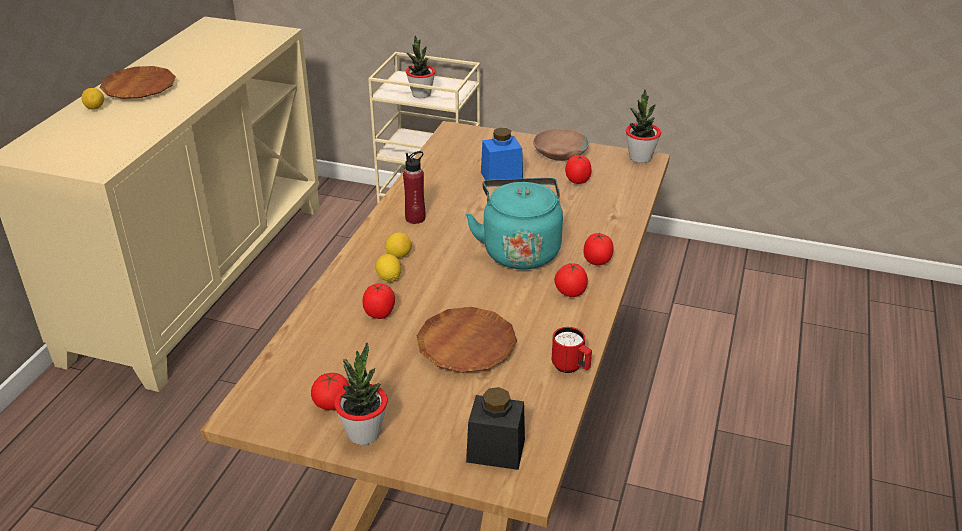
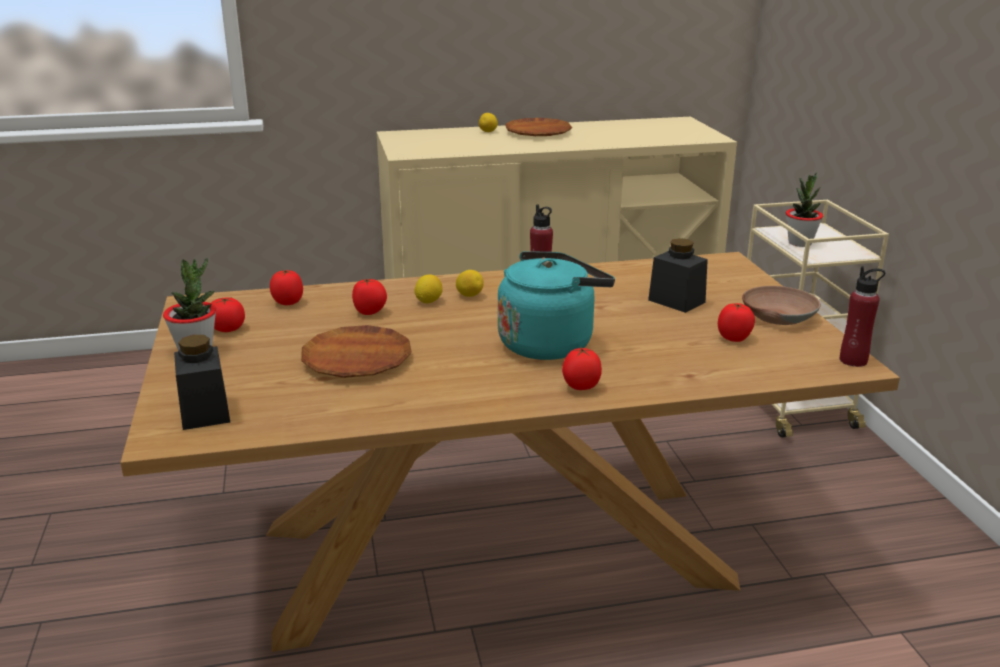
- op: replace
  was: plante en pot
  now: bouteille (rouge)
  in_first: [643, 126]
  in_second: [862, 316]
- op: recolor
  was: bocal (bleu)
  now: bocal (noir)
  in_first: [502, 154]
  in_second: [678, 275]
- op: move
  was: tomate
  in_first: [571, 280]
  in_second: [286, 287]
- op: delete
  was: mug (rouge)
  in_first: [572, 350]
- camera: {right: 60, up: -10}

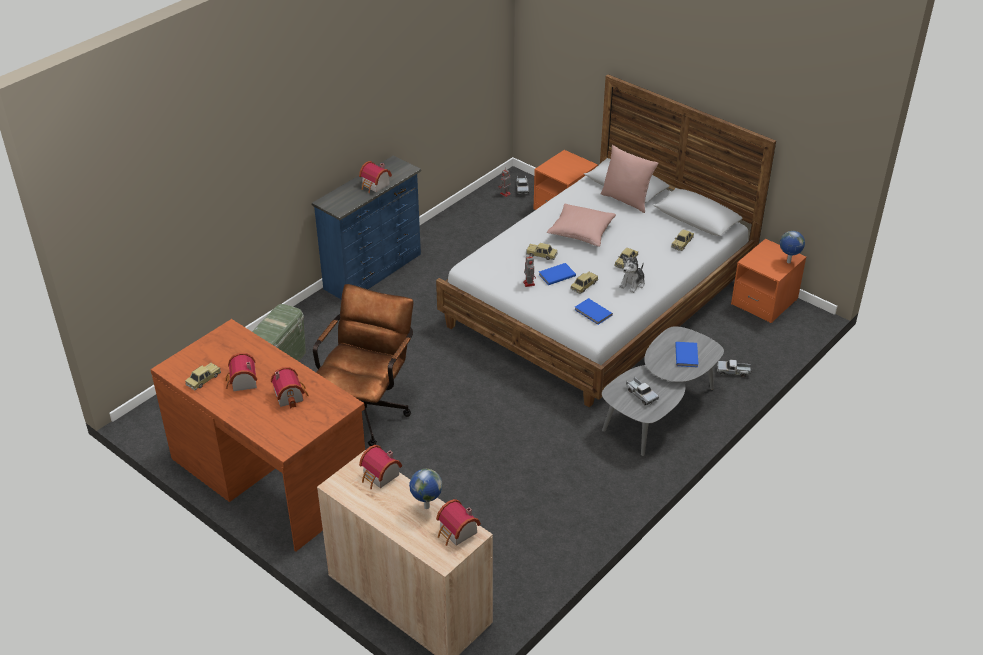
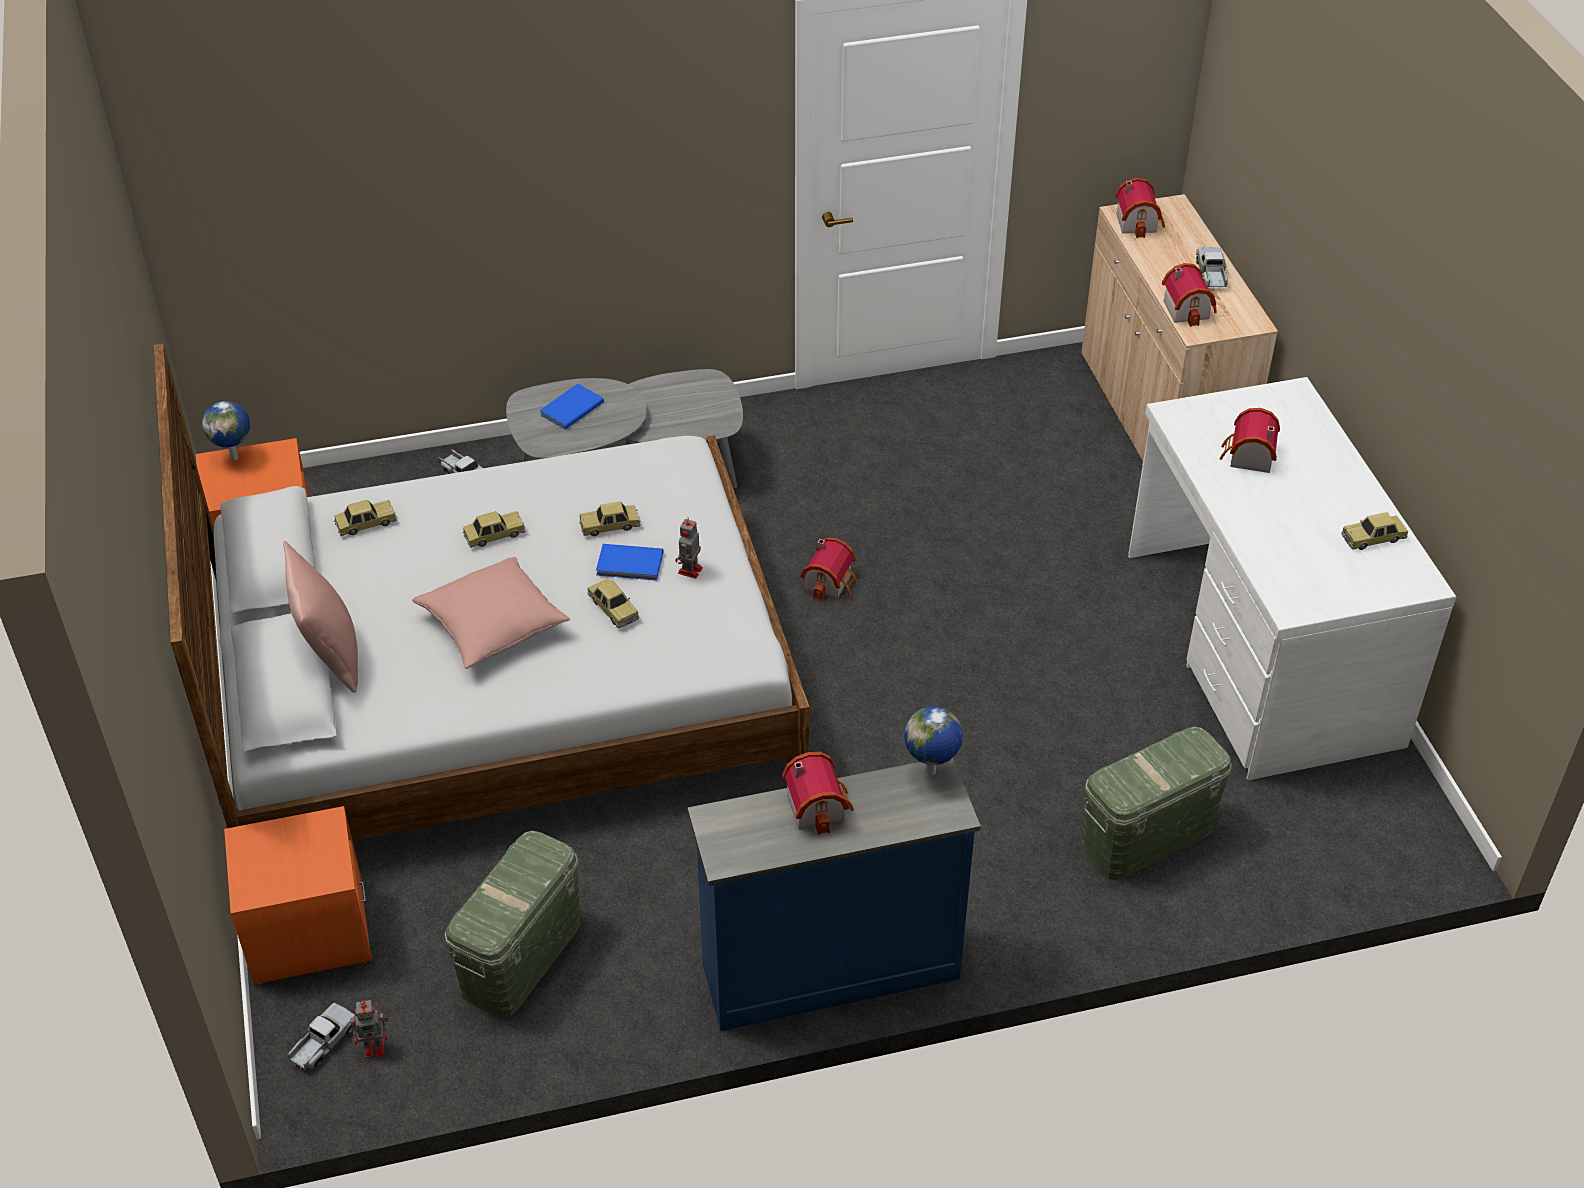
- op: delete
  was: peluche
  in_first: [632, 274]
- op: delete
  was: chaise de bureau (marron)
  in_first: [363, 365]
- op: delete
  was: livre (bleu)
  in_first: [594, 311]
- op: recolor
  was: bureau (marron)
  now: bureau (blanc)
  in_first: [258, 435]
  in_second: [1292, 578]
- op: move
  was: maison miniature
  in_first: [241, 372]
  in_second: [829, 569]
- op: move
  was: camion jouet
  in_first: [642, 391]
  in_second: [1212, 268]
- op: move
  was: globe
  in_first: [426, 489]
  in_second: [933, 741]
- op: insert
  now: boîte de rangement (vert)
  in_second: [512, 924]
- camera: {right: -145, up: 5}

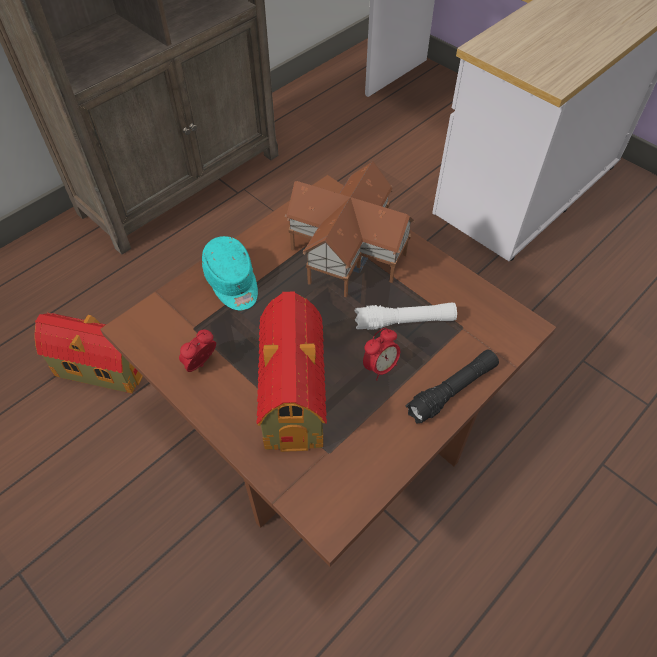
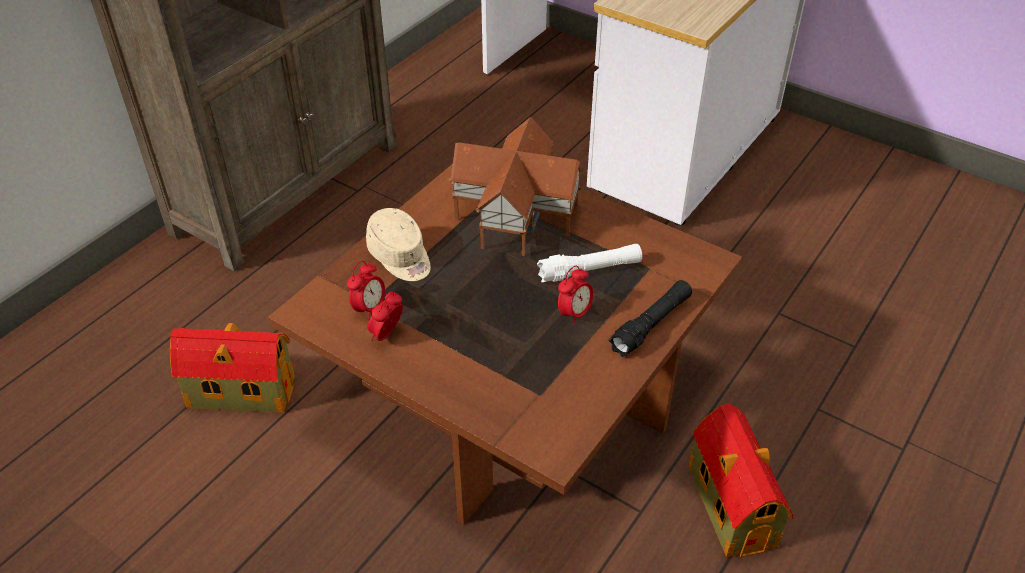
- op: recolor
  was: casquette (turquoise)
  now: casquette (beige)
  in_first: [230, 273]
  in_second: [398, 244]
- op: move
  was: maison miniature
  in_first: [291, 371]
  in_second: [740, 480]
- op: insert
  now: réveil
  in_second: [366, 290]
- camera: {right: -10, up: -10}

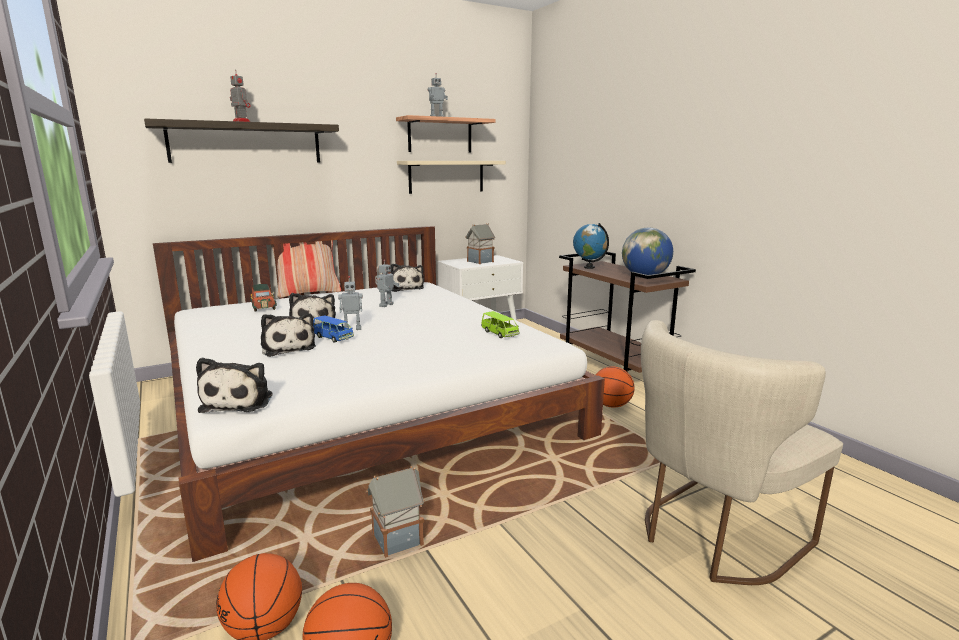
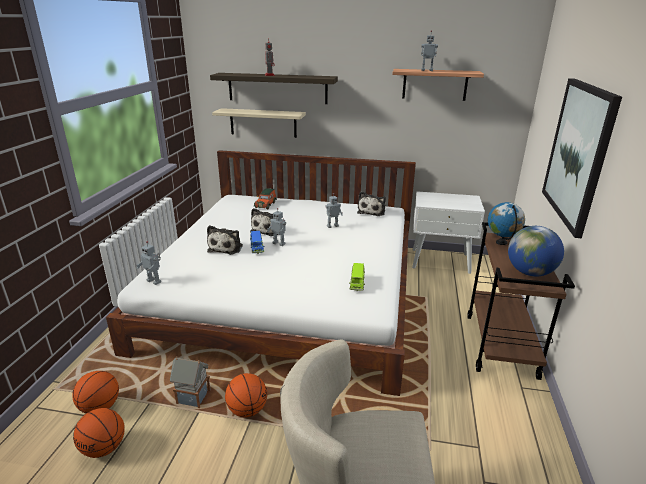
- op: move
  was: étagère (beige)
  in_first: [451, 177]
  in_second: [259, 123]
- op: delete
  was: maison miniature
  in_first: [480, 243]
- op: delete
  was: coussin
  in_first: [306, 269]
- op: replace
  was: peluche
  now: robot jouet
  in_first: [234, 385]
  in_second: [148, 263]
- op: move
  was: ballon de basket
  in_first: [615, 387]
  in_second: [246, 395]
- op: insert
  now: tableau
  in_second: [582, 158]
- camera: {right: 40, up: 10}

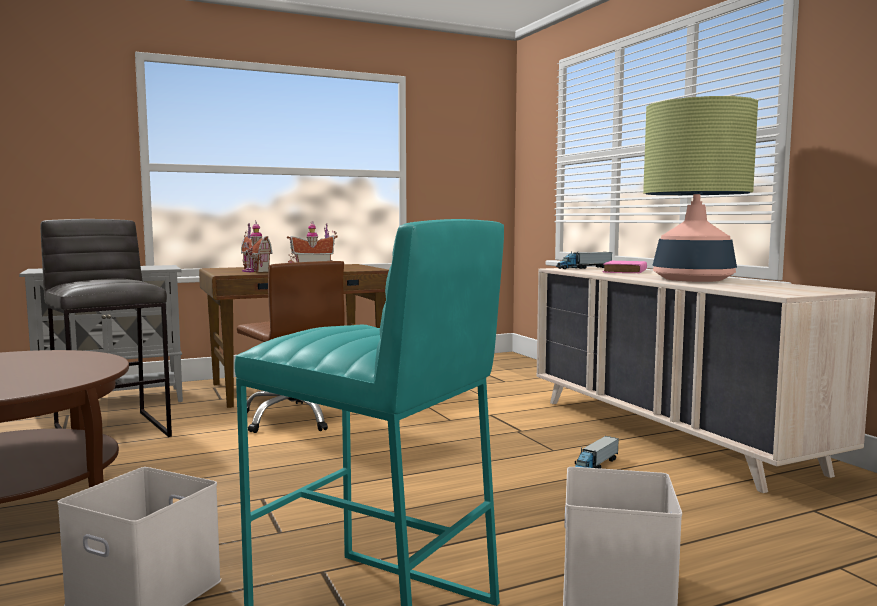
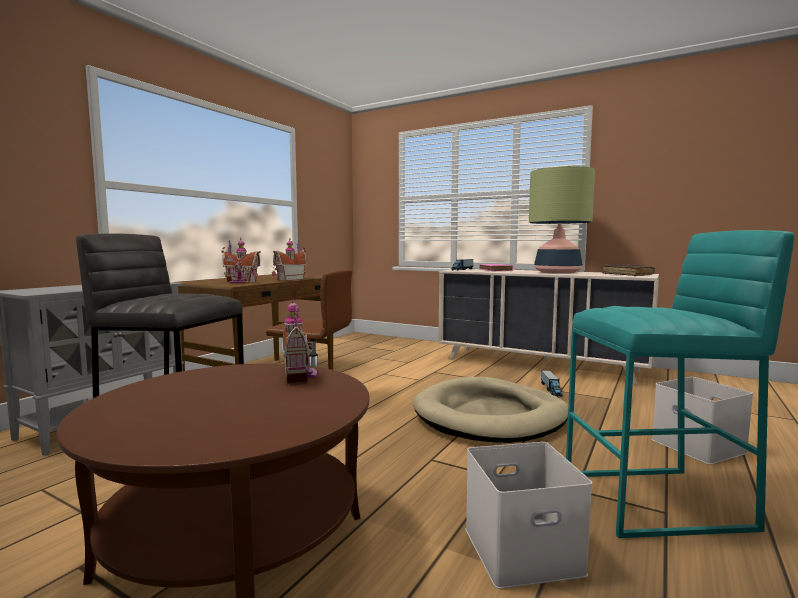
- op: insert
  now: livre (marron)
  in_second: [628, 270]
- op: insert
  now: maison miniature
  in_second: [299, 341]
- op: insert
  now: panier pour chien (beige)
  in_second: [490, 410]
- camera: {right: -35, up: 0}

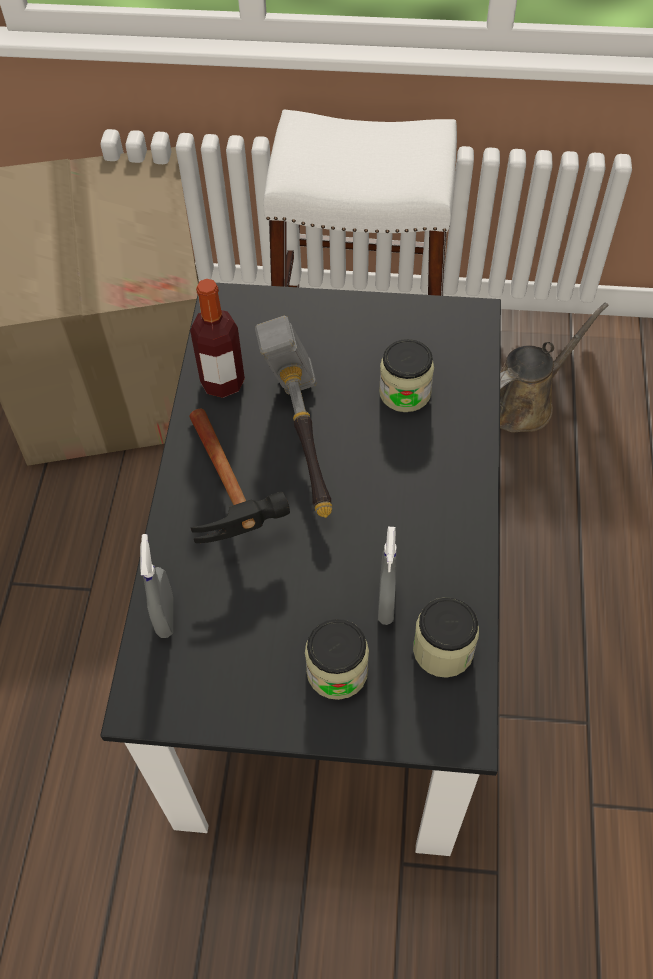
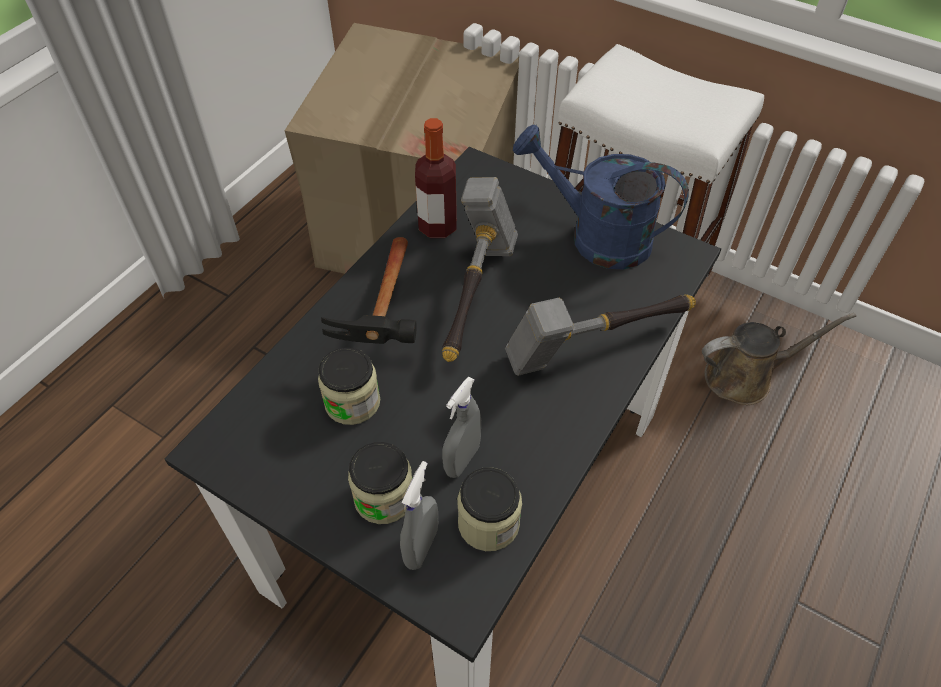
- op: move
  was: bocal
  in_first: [406, 375]
  in_second: [349, 386]
- op: move
  was: vaporisateur (gris)
  in_first: [156, 586]
  in_second: [419, 515]
- op: insert
  now: arrosoir (bleu)
  in_second: [601, 197]
- op: insert
  now: marteau
  in_second: [600, 335]
- camera: {right: 25, up: -5}

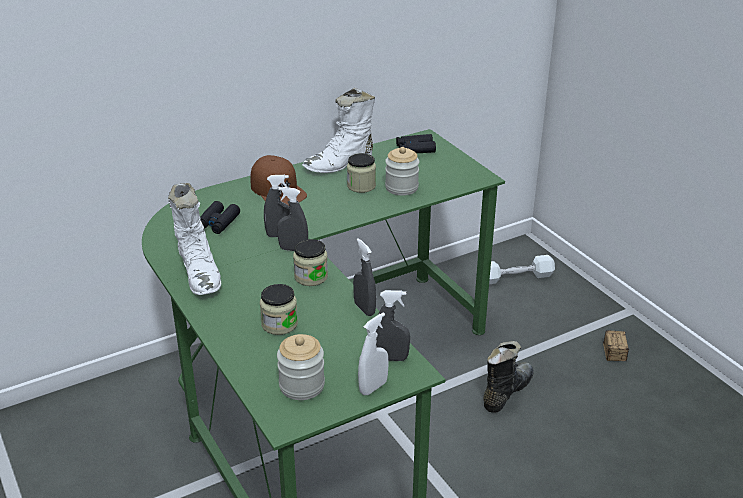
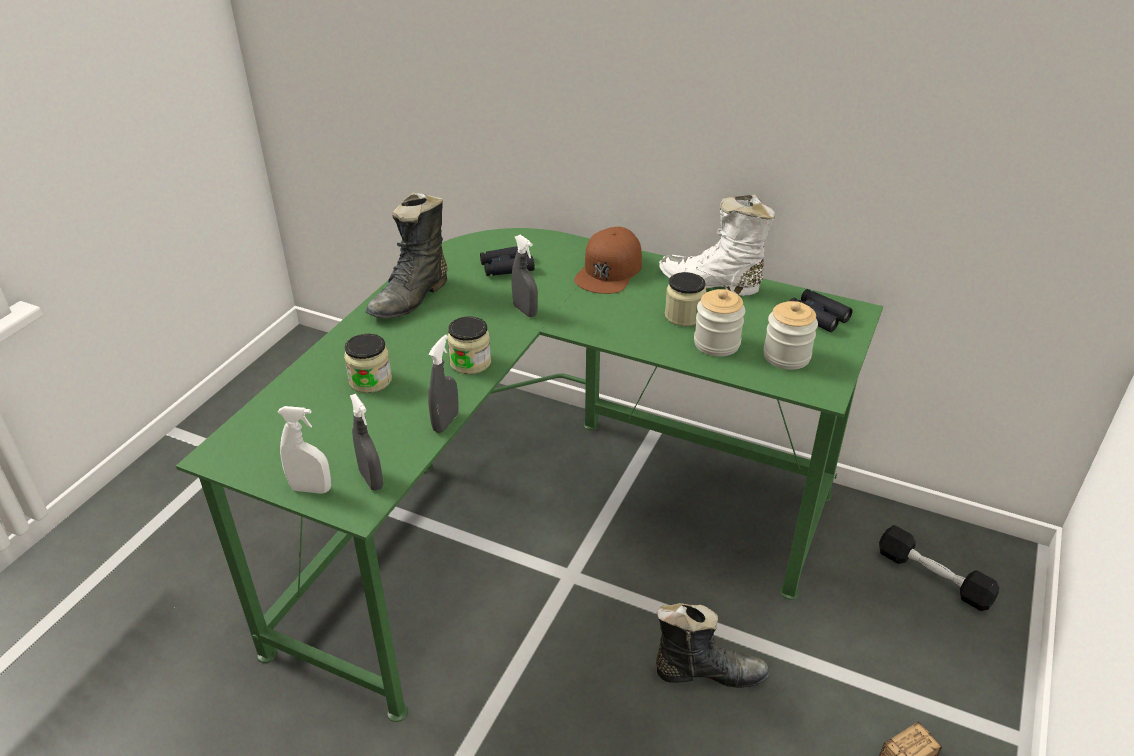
- op: recolor
  was: botte (blanc)
  now: botte (noir)
  in_first: [194, 239]
  in_second: [406, 255]
- op: delete
  was: vaporisateur (gris)
  in_first: [292, 219]
- op: recolor
  was: haltère (blanc)
  now: haltère (noir)
  in_first: [522, 269]
  in_second: [939, 568]
- op: move
  was: bocal
  in_first: [301, 367]
  in_second: [790, 335]
- camera: {right: 55, up: 5}

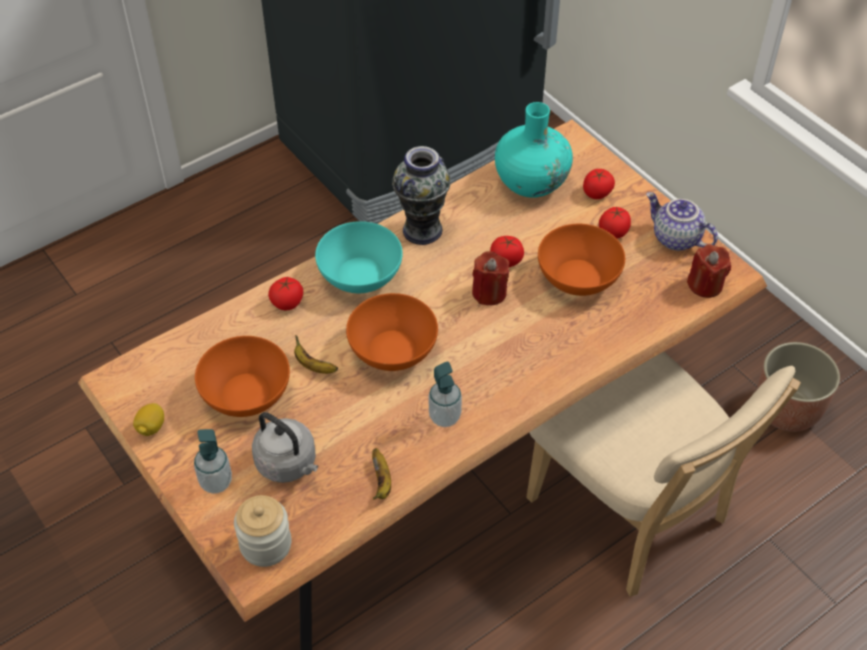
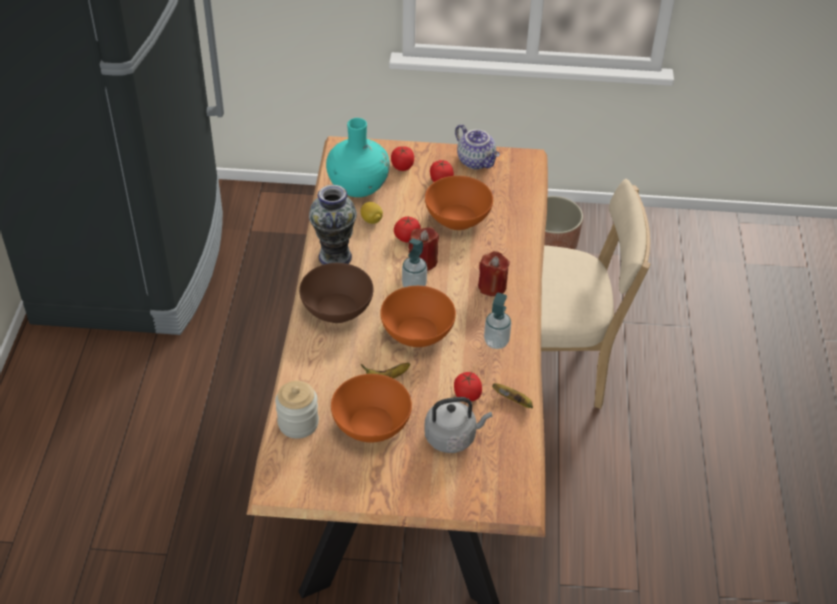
- op: rotate
  was: théière
  in_first: [682, 221]
  in_second: [477, 146]
  clockwise: -120
- op: recolor
  was: bol (turquoise)
  now: bol (marron)
  in_first: [359, 257]
  in_second: [336, 293]
- op: move
  was: bougie (rouge)
  in_first: [709, 271]
  in_second: [494, 273]
- op: move
  was: tomate
  in_first: [285, 293]
  in_second: [468, 386]
- op: move
  was: citron
  in_first: [148, 419]
  in_second: [372, 213]
- op: move
  was: distributeur de savon
  in_first: [213, 461]
  in_second: [414, 262]
- op: move
  was: bocal
  in_first: [263, 531]
  in_second: [297, 410]
- camera: {right: -50, up: -5}

